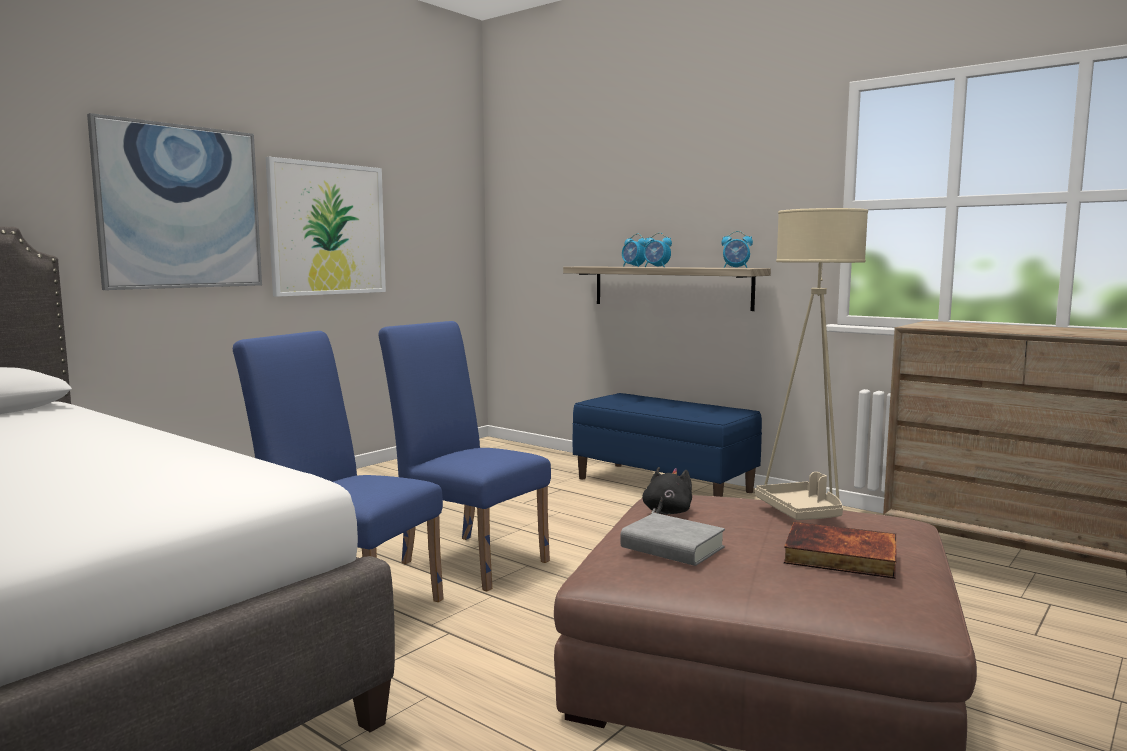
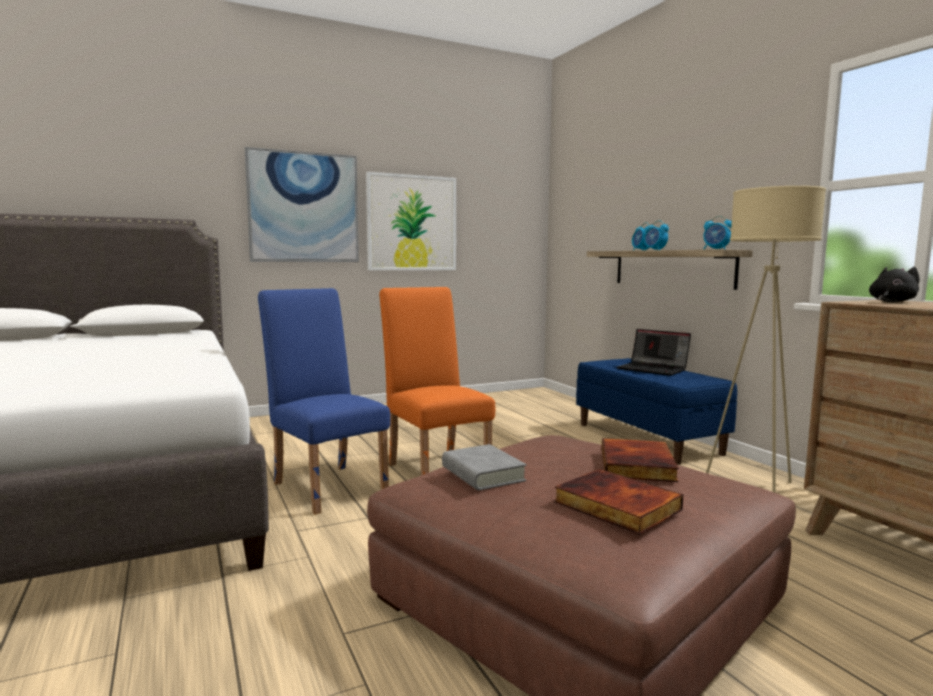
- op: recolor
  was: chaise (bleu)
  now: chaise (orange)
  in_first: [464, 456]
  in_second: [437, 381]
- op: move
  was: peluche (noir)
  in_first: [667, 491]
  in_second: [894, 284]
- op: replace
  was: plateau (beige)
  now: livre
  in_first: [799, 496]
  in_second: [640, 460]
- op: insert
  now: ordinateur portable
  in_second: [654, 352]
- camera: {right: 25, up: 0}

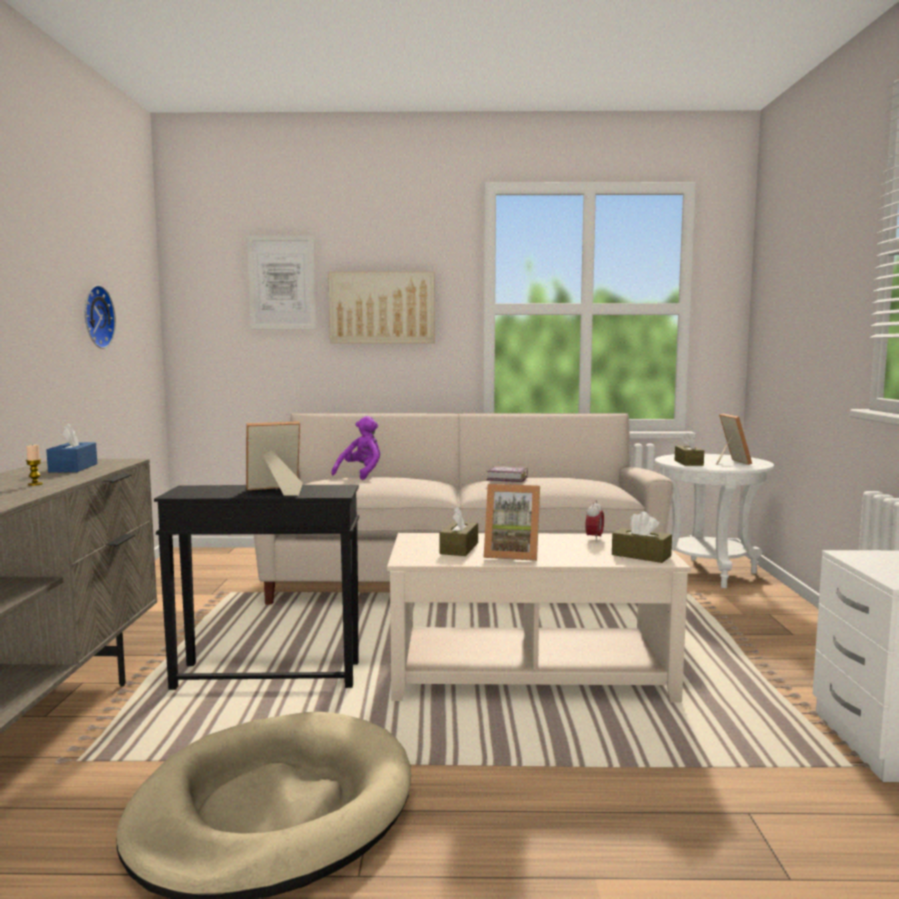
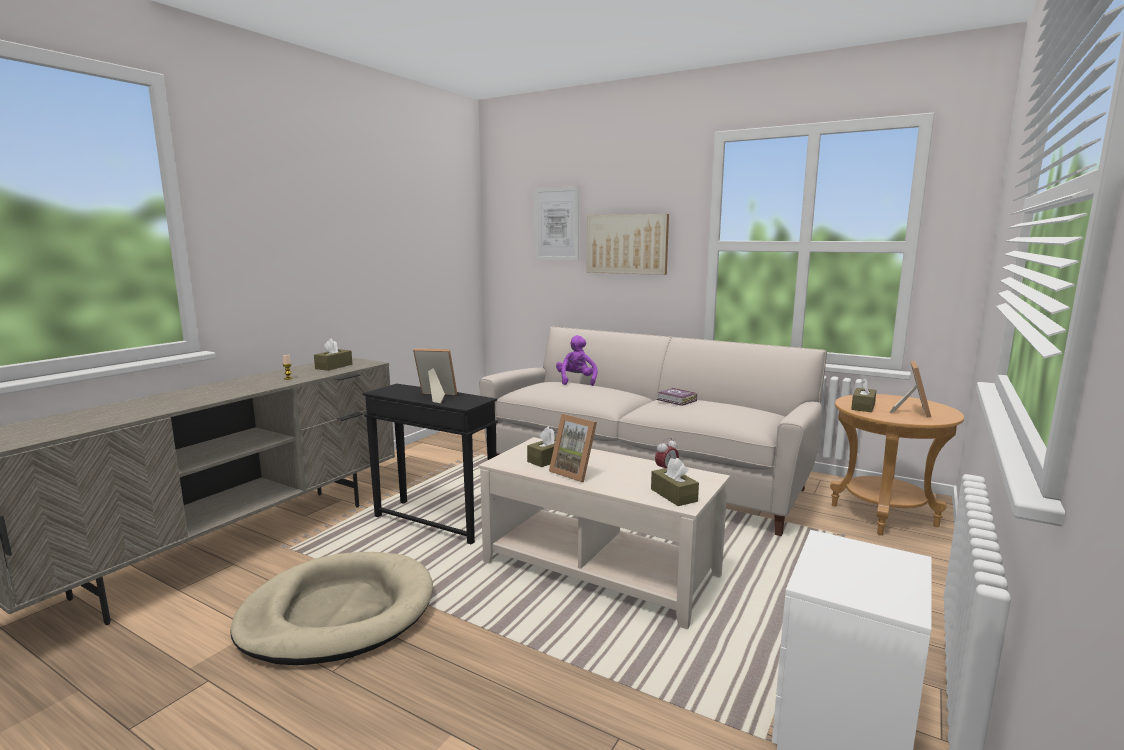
- op: delete
  was: horloge murale
  in_first: [100, 317]
- op: rotate
  was: peluche (violet)
  in_first: [355, 448]
  in_second: [576, 360]
  clockwise: -60
- op: recolor
  was: boîte à mouchoirs (bleu)
  now: boîte à mouchoirs (marron)
  in_first: [71, 448]
  in_second: [333, 355]
- op: recolor
  was: table d'appoint (blanc)
  now: table d'appoint (marron)
  in_first: [714, 521]
  in_second: [897, 464]
- camera: {right: 30, up: 5}

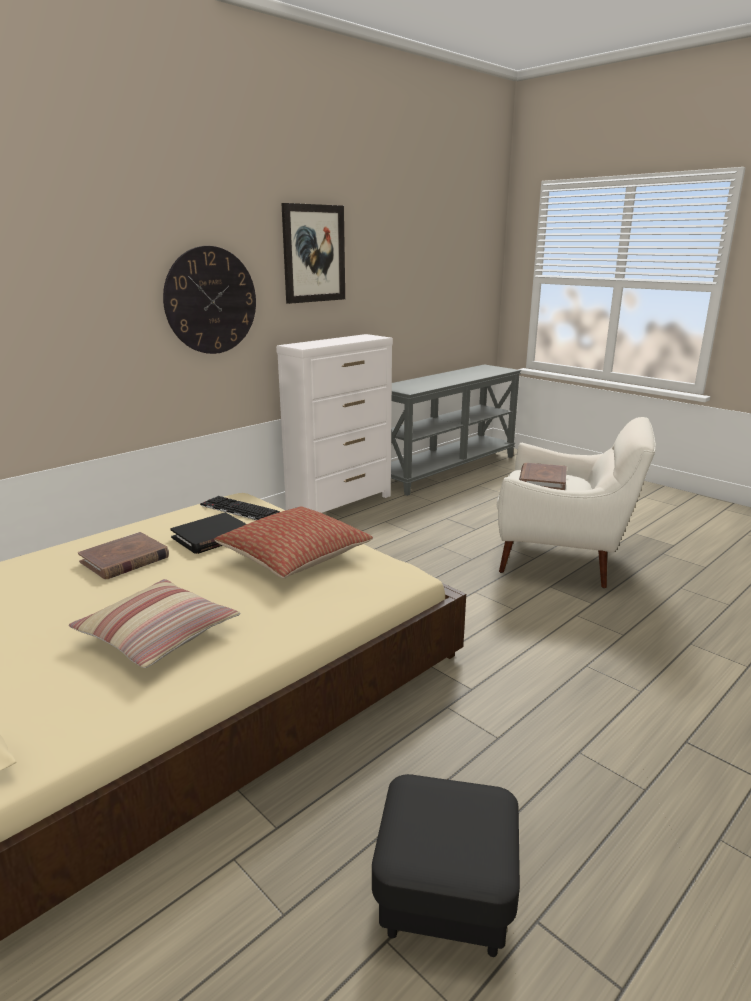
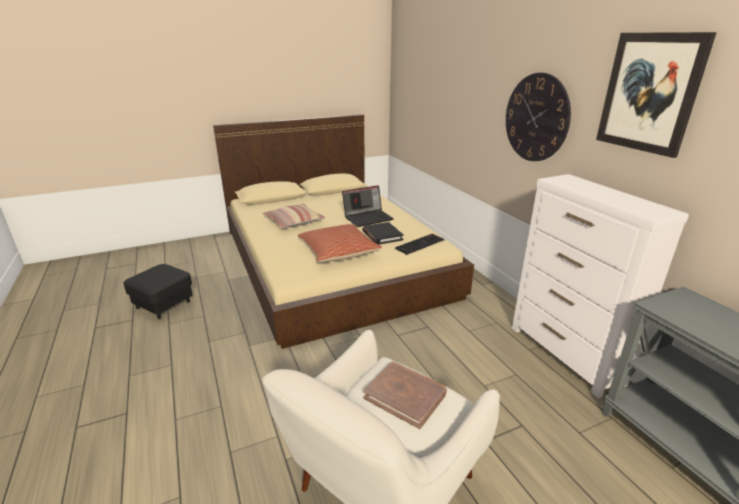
- op: replace
  was: livre (marron)
  now: ordinateur portable
  in_first: [123, 555]
  in_second: [368, 206]
- camera: {right: 110, up: 5}

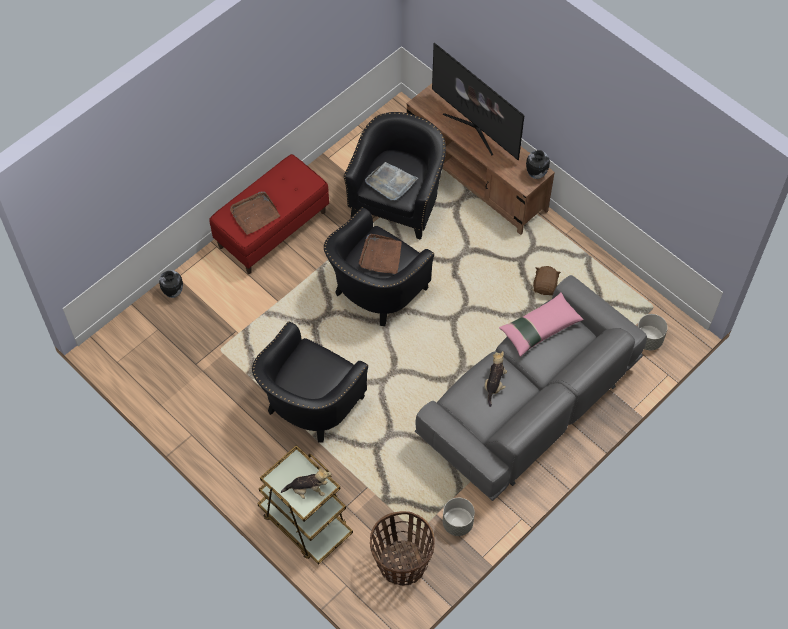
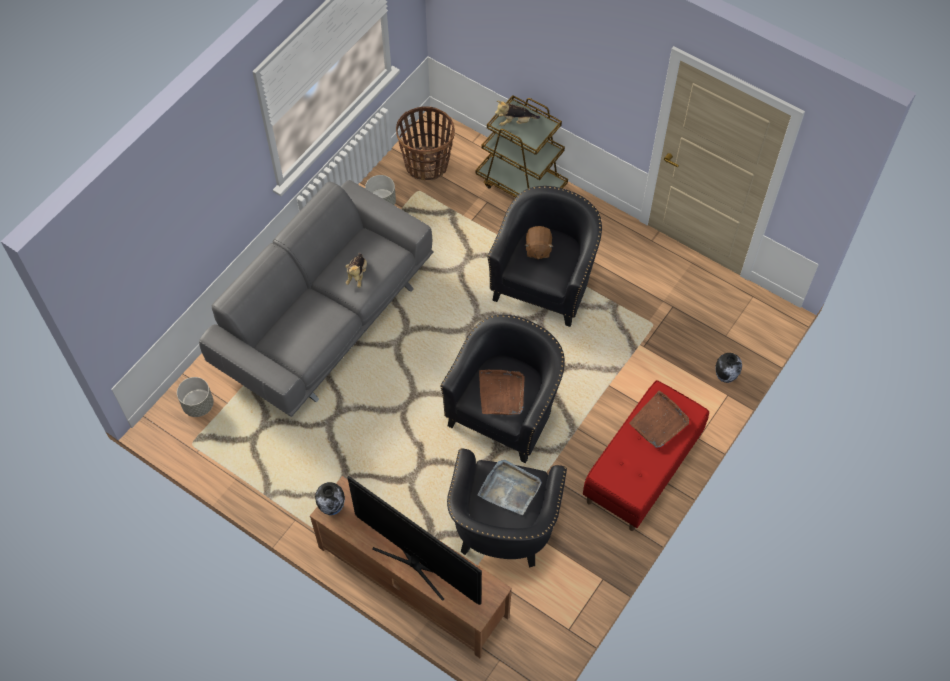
- op: move
  was: peluche (marron)
  in_first: [547, 280]
  in_second: [539, 243]
- op: delete
  was: coussin (rose)
  in_first: [541, 324]
- camera: {right: 170, up: 0}

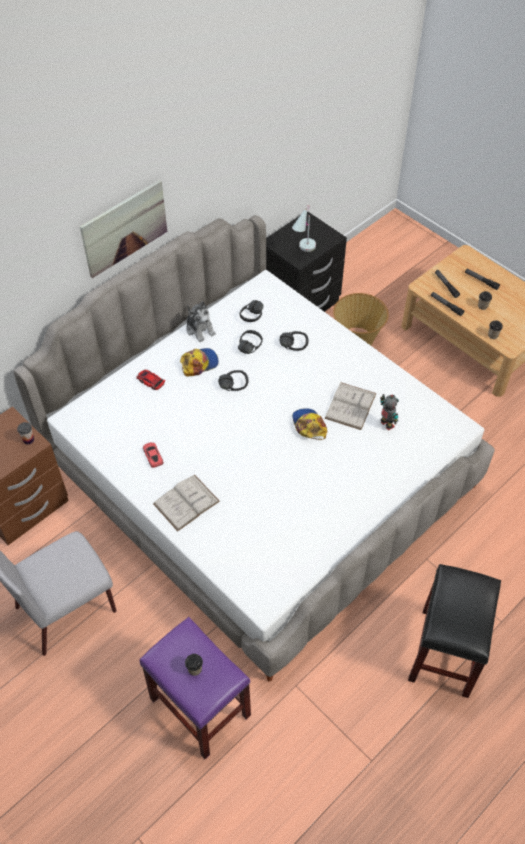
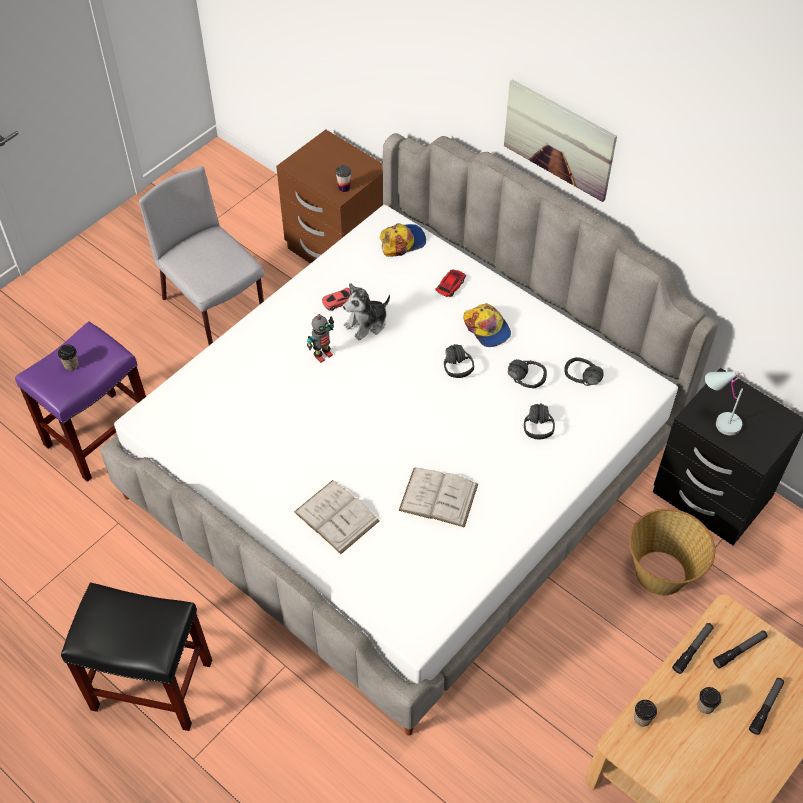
- op: move
  was: peluche
  in_first: [201, 321]
  in_second: [366, 311]
- op: move
  was: robot jouet
  in_first: [389, 412]
  in_second: [320, 338]
- op: move
  was: casquette
  in_first: [309, 424]
  in_second: [402, 240]
- op: move
  was: livre (blanc)
  in_first: [186, 503]
  in_second: [337, 517]
- camera: {right: 85, up: 0}

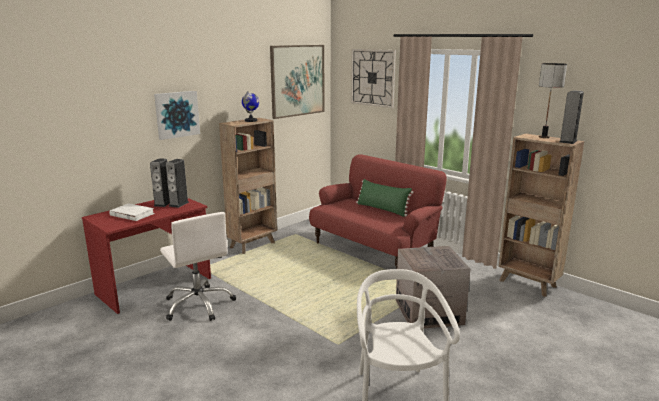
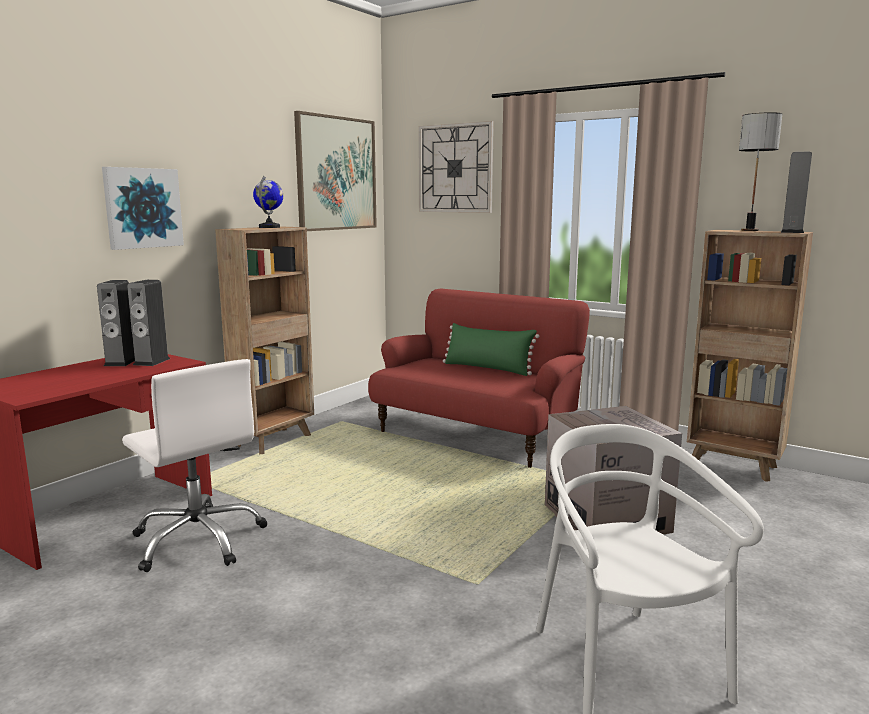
- op: delete
  was: livre (blanc)
  in_first: [132, 212]
- camera: {right: -10, up: -5}

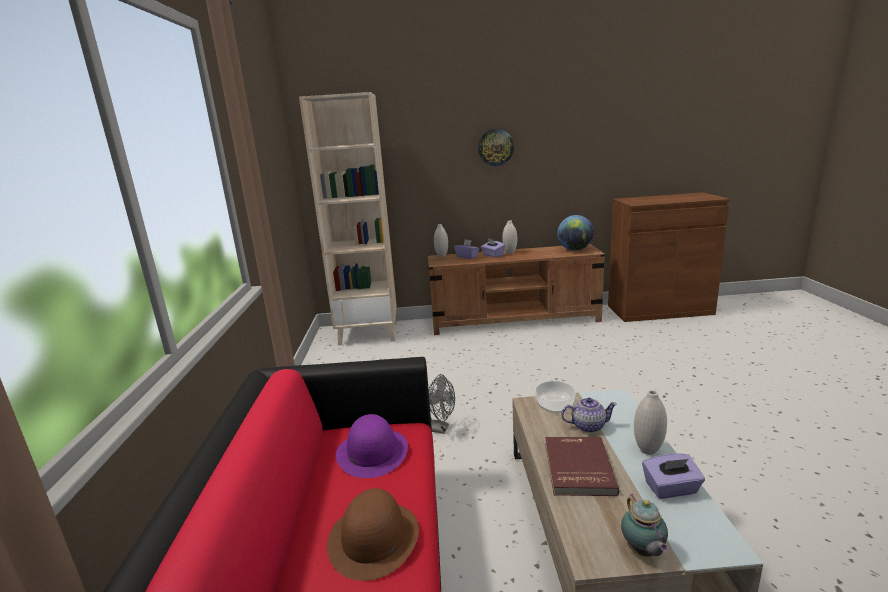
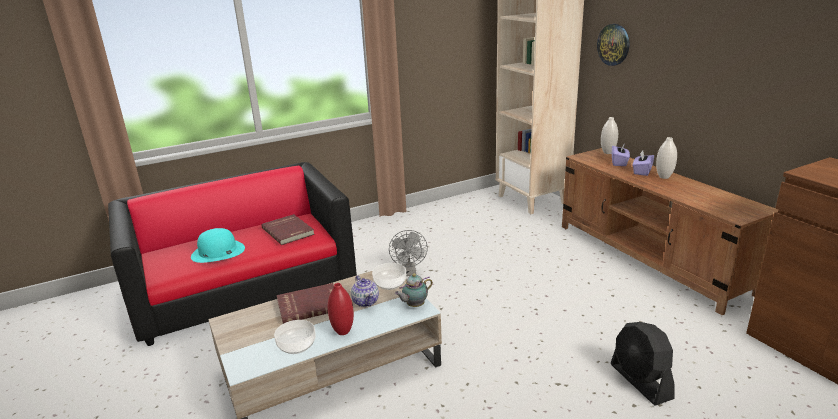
- op: move
  was: horloge murale
  in_first: [496, 147]
  in_second: [613, 45]
- op: delete
  was: globe
  in_first: [575, 233]
- op: recolor
  was: vase (blanc)
  now: vase (rouge)
  in_first: [650, 422]
  in_second: [340, 309]
- op: replace
  was: chapeau (violet)
  now: livre (rouge)
  in_first: [372, 446]
  in_second: [288, 229]
- op: replace
  was: boîte à mouchoirs (violet)
  now: bol
  in_first: [673, 476]
  in_second: [294, 337]
- op: recolor
  was: chapeau (marron)
  now: chapeau (turquoise)
  in_first: [373, 534]
  in_second: [218, 245]
- op: move
  was: théière
  in_first: [644, 525]
  in_second: [414, 290]
- op: insert
  now: ventilateur (noir)
  in_second: [643, 363]
- camera: {right: 65, up: 5}

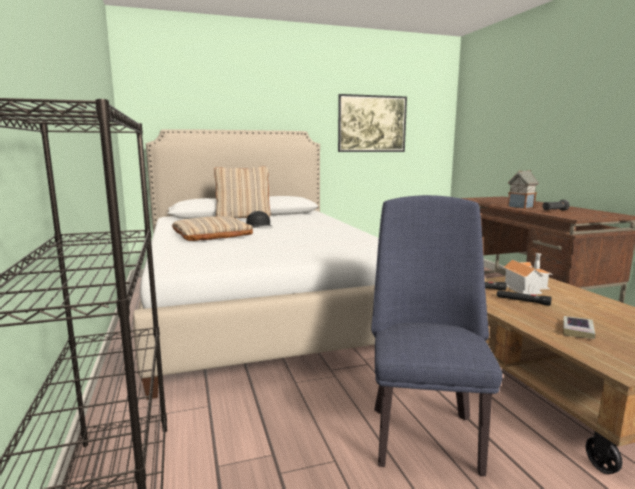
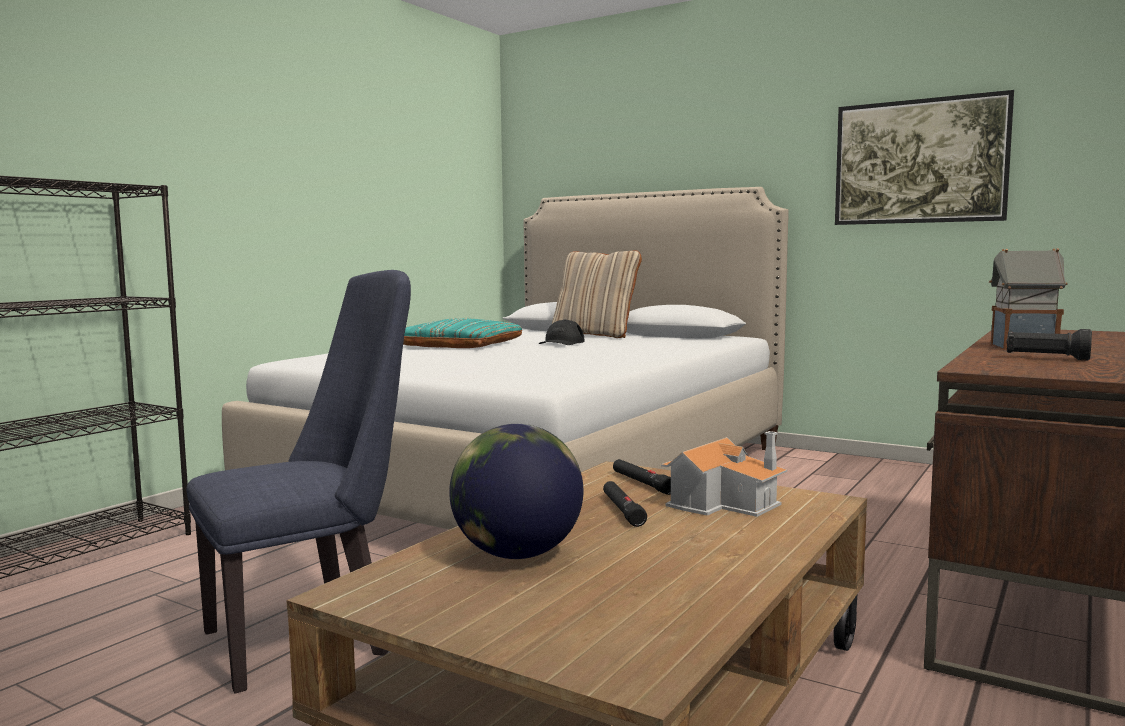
- op: recolor
  was: coussin (beige)
  now: coussin (turquoise)
  in_first: [212, 228]
  in_second: [462, 333]
- op: replace
  was: livre
  now: globe
  in_first: [579, 327]
  in_second: [516, 491]
- camera: {right: 50, up: -5}

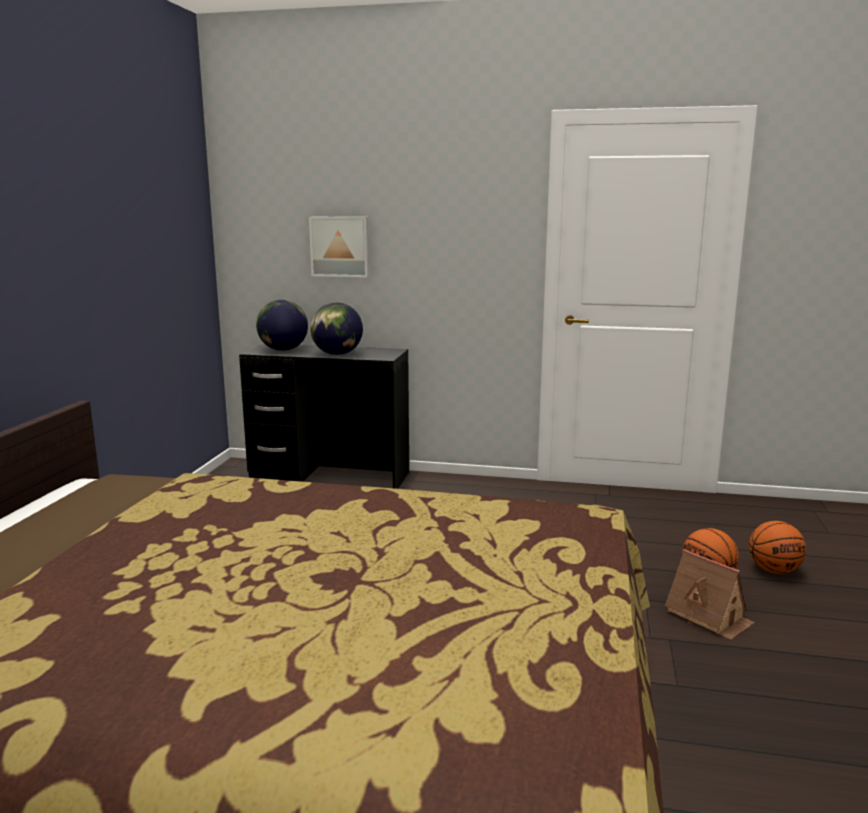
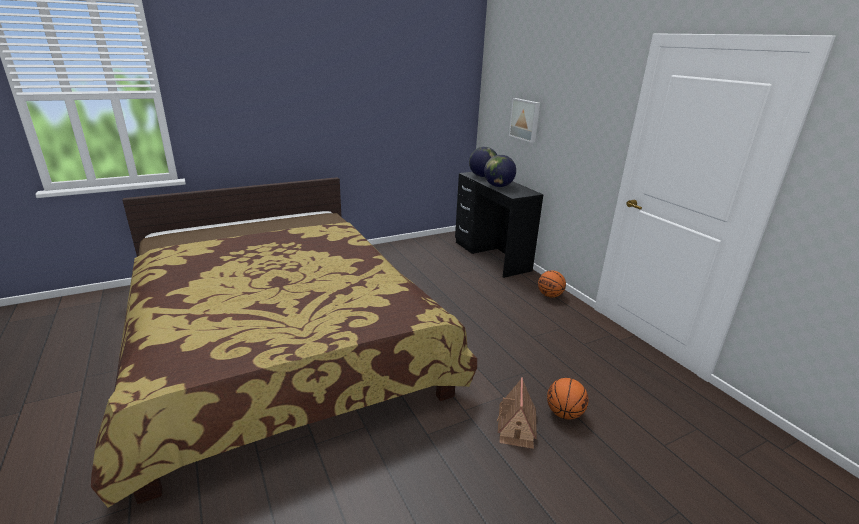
- op: move
  was: ballon de basket
  in_first: [777, 547]
  in_second: [552, 284]
- camera: {right: 50, up: 10}

